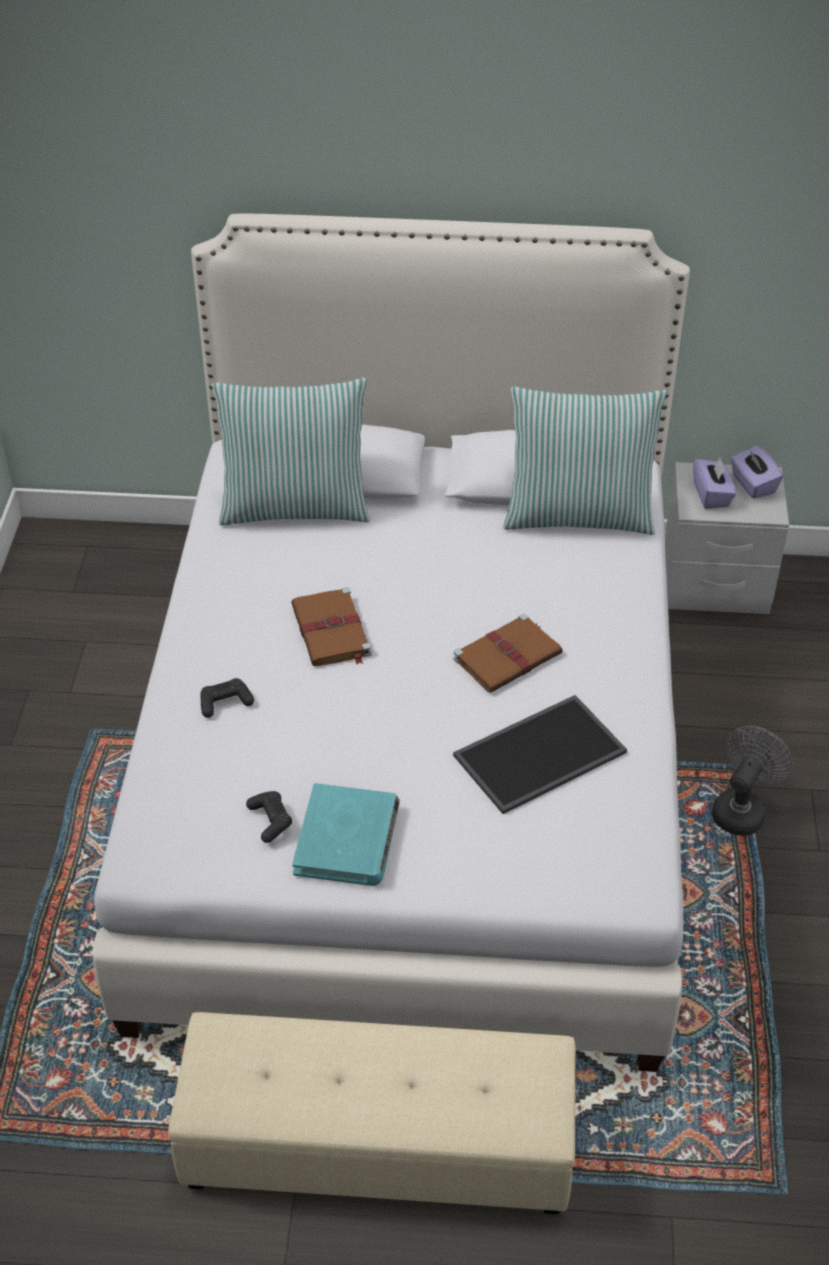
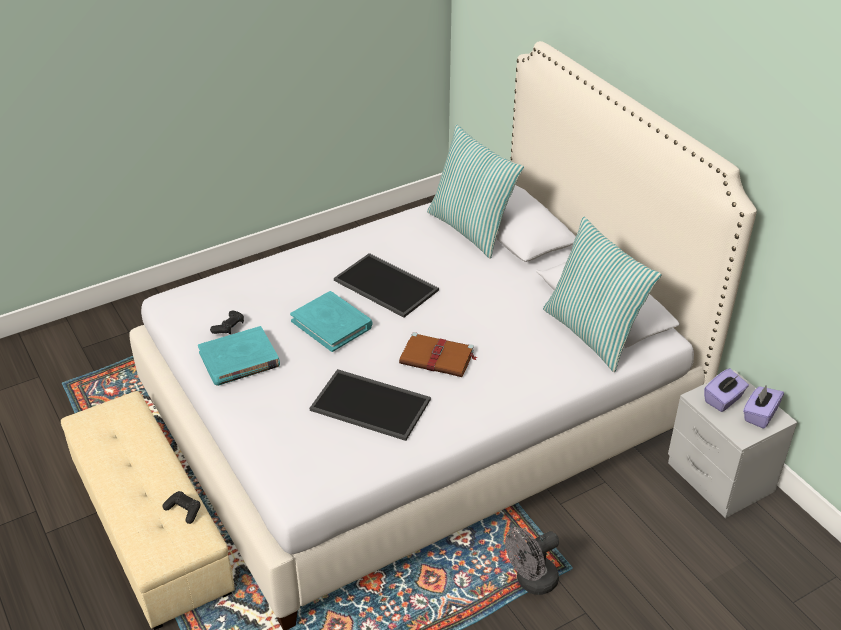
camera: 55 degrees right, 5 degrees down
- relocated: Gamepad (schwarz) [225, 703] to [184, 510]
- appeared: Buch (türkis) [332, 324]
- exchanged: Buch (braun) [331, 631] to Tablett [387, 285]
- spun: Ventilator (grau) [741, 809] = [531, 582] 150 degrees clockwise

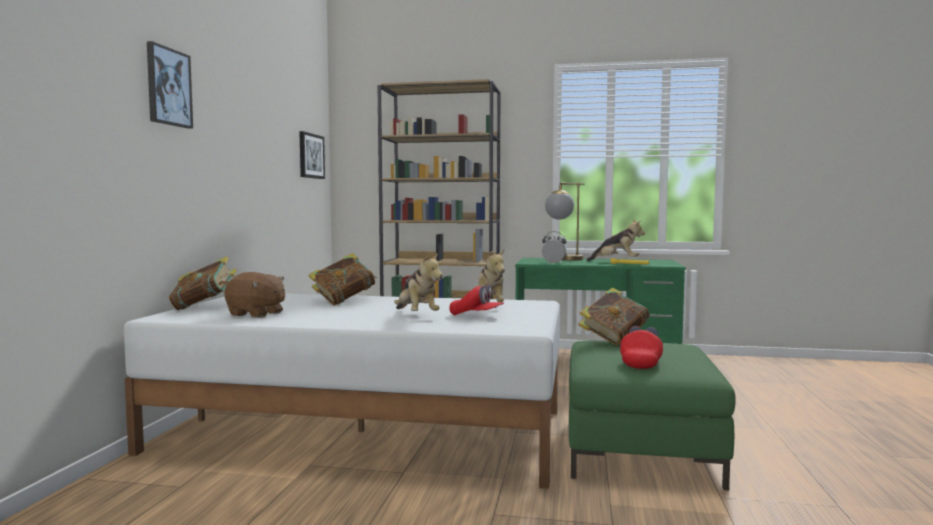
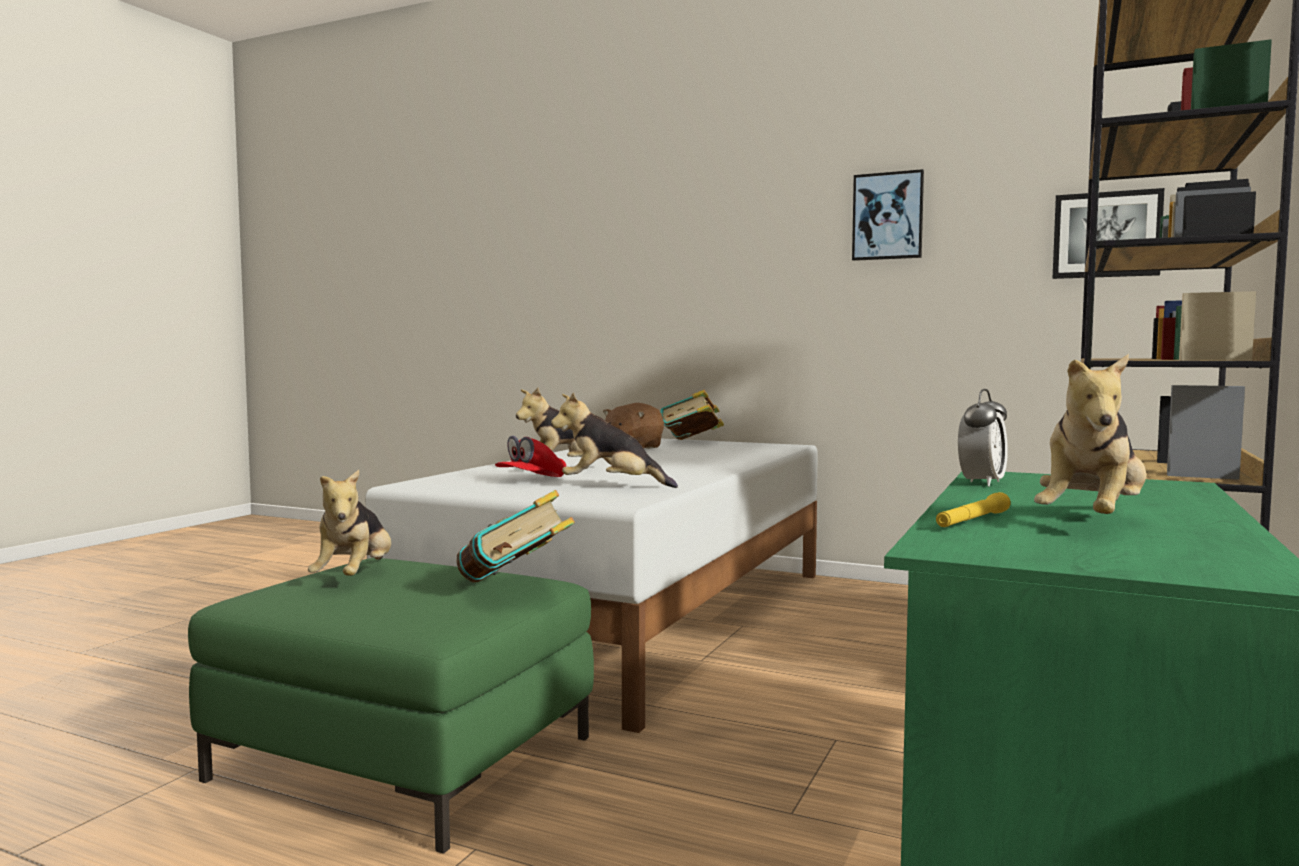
camera: 105 degrees right, 0 degrees up
- exchanged: Kappe (rot) [641, 362] to Plüschtier [355, 577]
- relocated: Bild [168, 87] to [888, 216]
- missing: Buch [343, 302]
- missing: Tischlampe [564, 259]

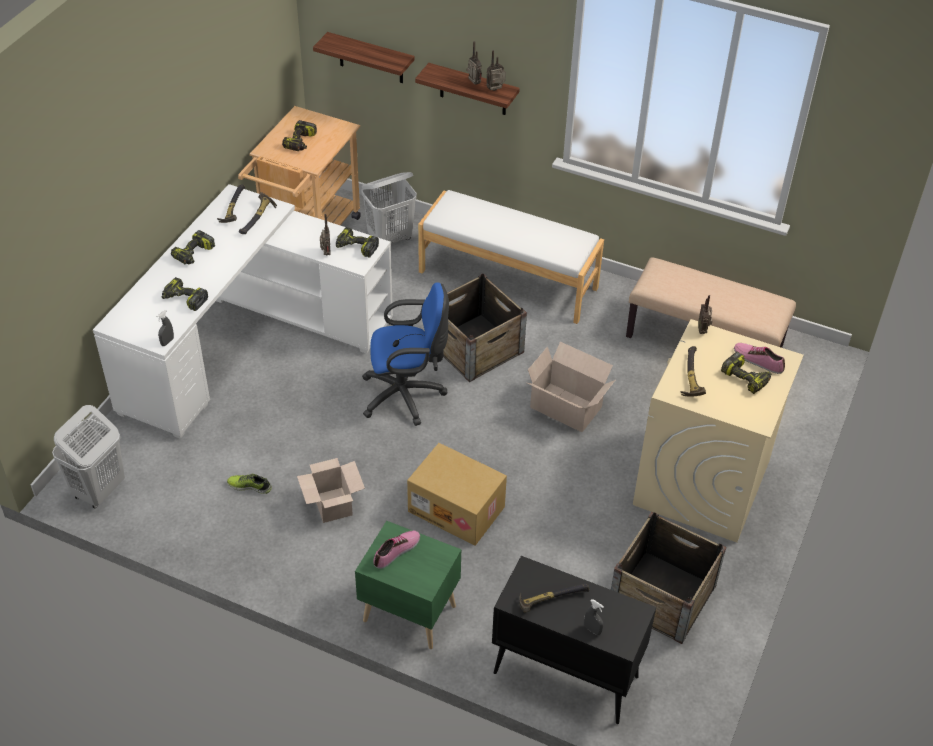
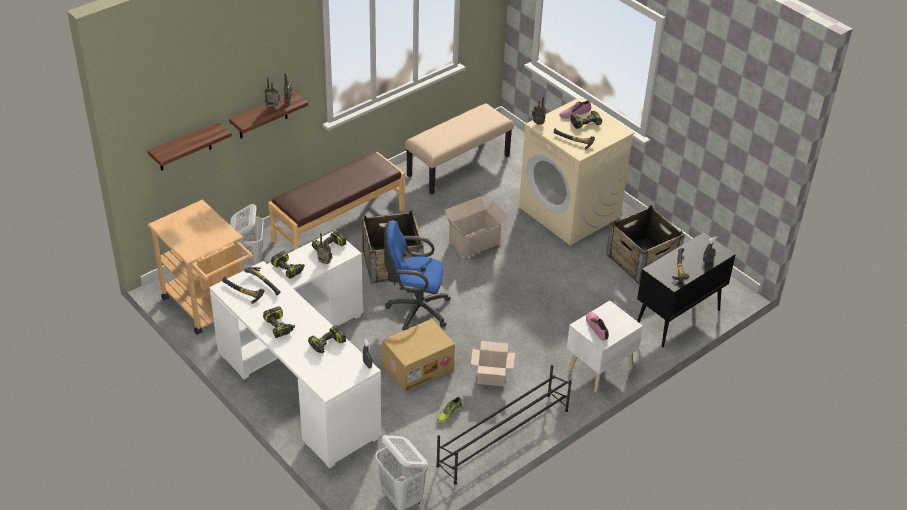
camera: 65 degrees left, 5 degrees down
- colour: Bank (weiß) [508, 279] to Bank (braun) [338, 225]
- relocated: Bohrmaschine [300, 142] to [288, 269]
- relocated: Karton [457, 508] to [418, 367]
- spun: Bürostuhl (blau) [407, 395] = [415, 310] 105 degrees counterclockwise
- appeared: Schuhregal (schwarz) [502, 438]
- colour: Nachttisch (grün) [409, 611] to Nachttisch (weiß) [598, 369]

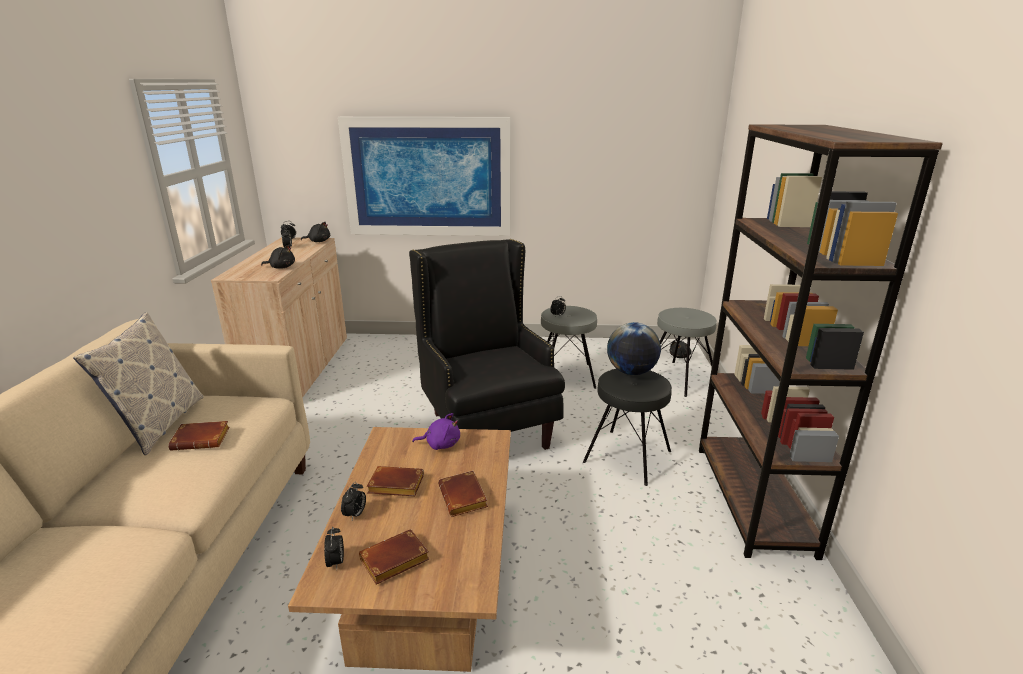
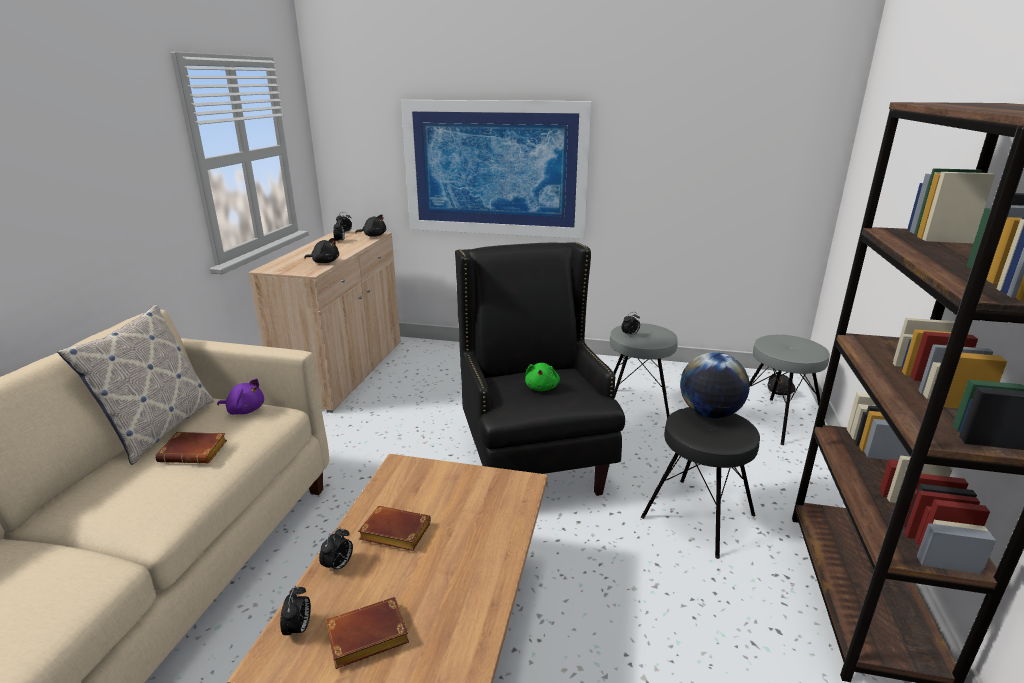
camera: 10 degrees right, 0 degrees up
- relocated: Plüschtier (lila) [440, 444] to [245, 410]
- appeared: Plüschtier (grün) [542, 387]
- missing: Buch (braun) [465, 498]

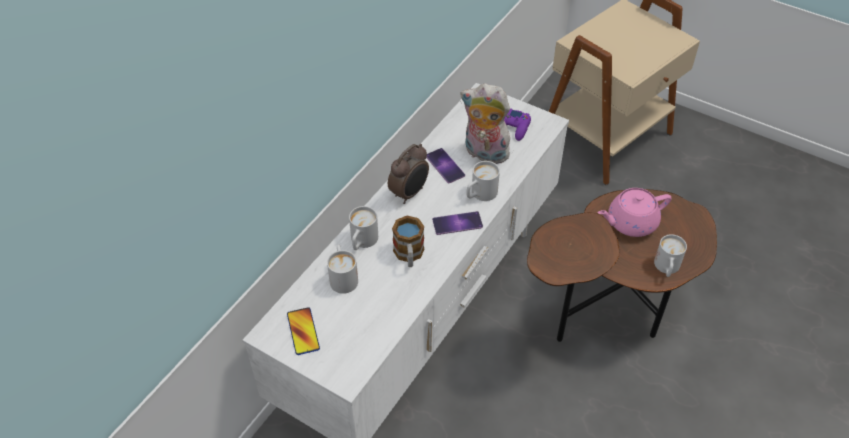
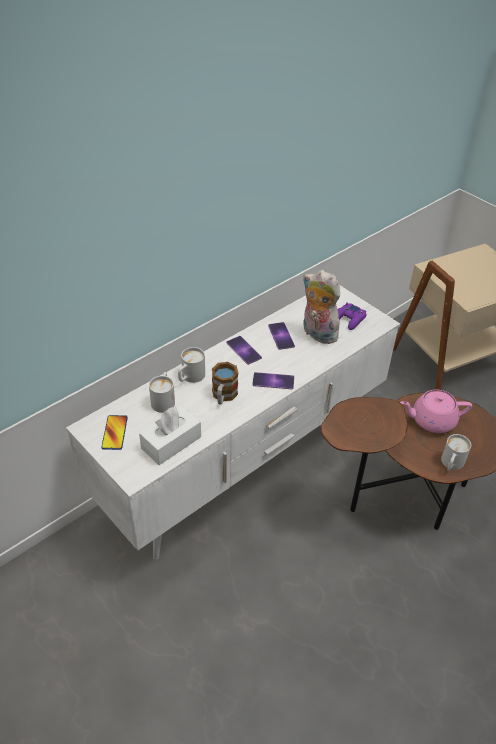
camera: 15 degrees right, 5 degrees down
- appeared: Taschentuchbox (weiß) [171, 442]
- exchanged: Wecker [409, 193] to Handy [243, 350]
- missing: Henkelbecher (weiß) [480, 194]

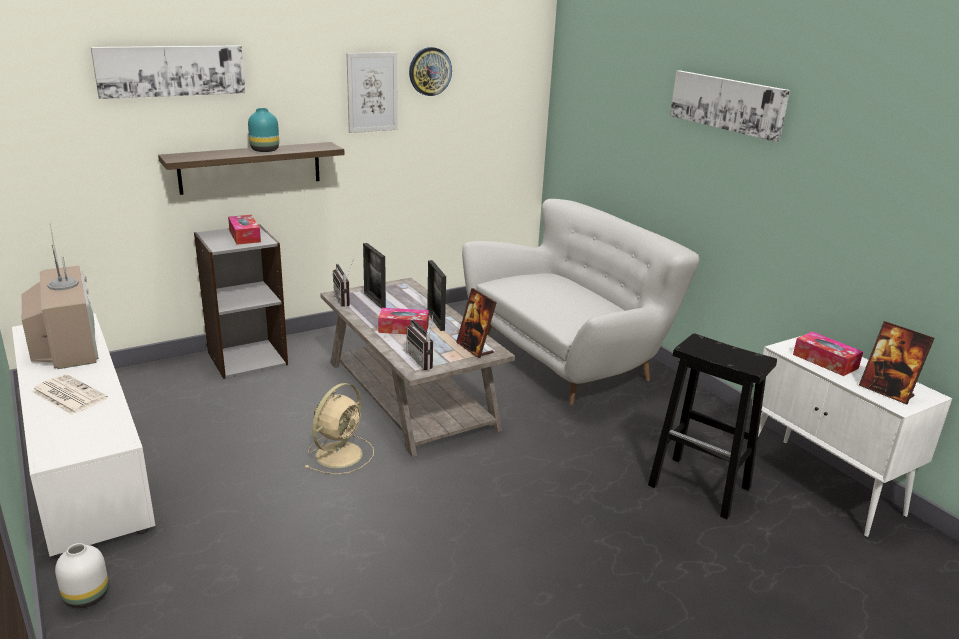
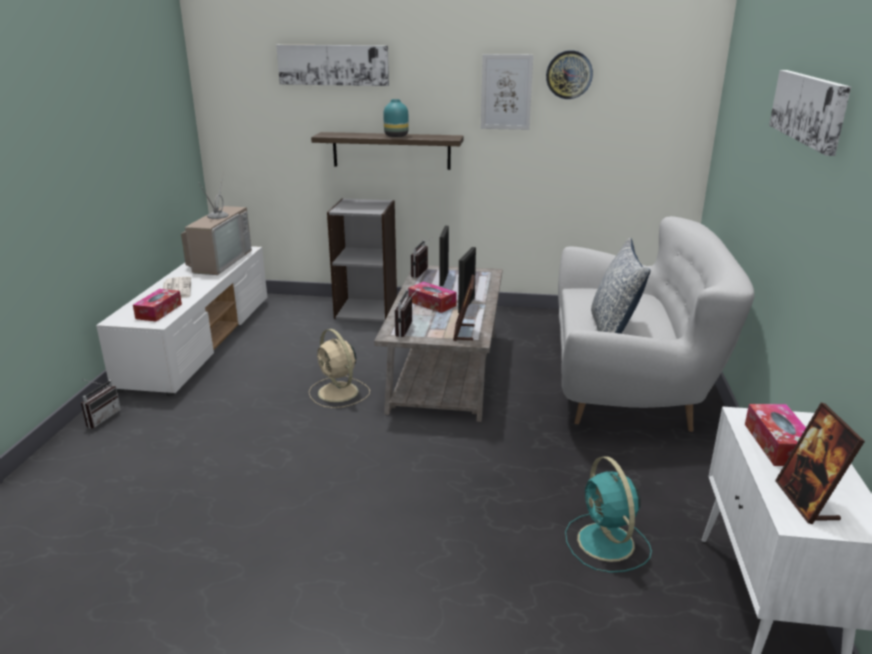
camera: 40 degrees right, 0 degrees up
- exchanged: Vase (weiß) [86, 596] to Radio [101, 418]
- relocated: Taschentuchbox [244, 236] to [159, 311]
- spun: Ventilator (beige) [340, 453] = [339, 393] 75 degrees clockwise
- exchanged: Hocker (schwarz) [701, 487] to Ventilator (türkis) [607, 543]
- appeared: Kissen [613, 330]

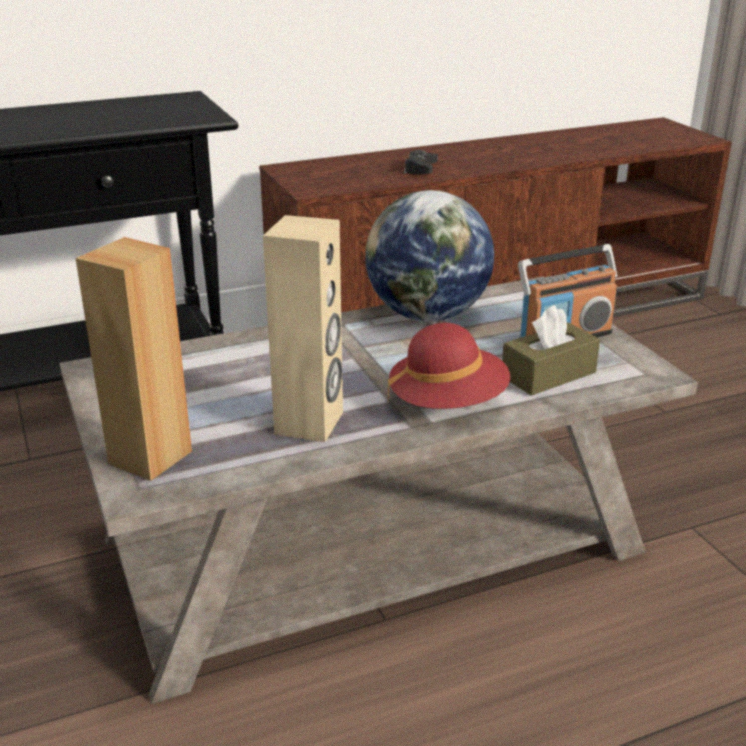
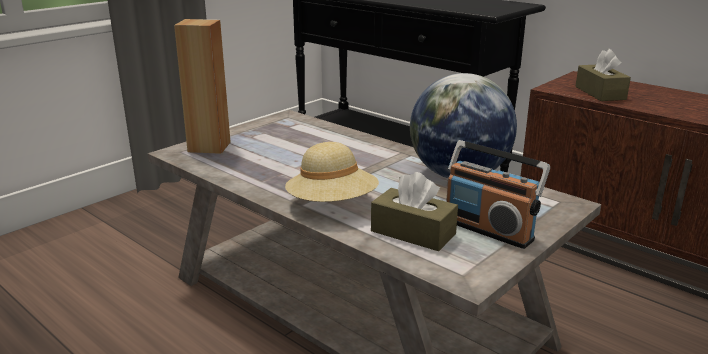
camera: 65 degrees right, 5 degrees down
- colour: Hut (rot) [447, 403] to Hut (beige) [332, 205]
- appeared: Taschentuchbox (braun) [600, 93]
- missing: Lautsprecher (beige) [310, 423]
- missing: Gamepad (schwarz) [420, 169]

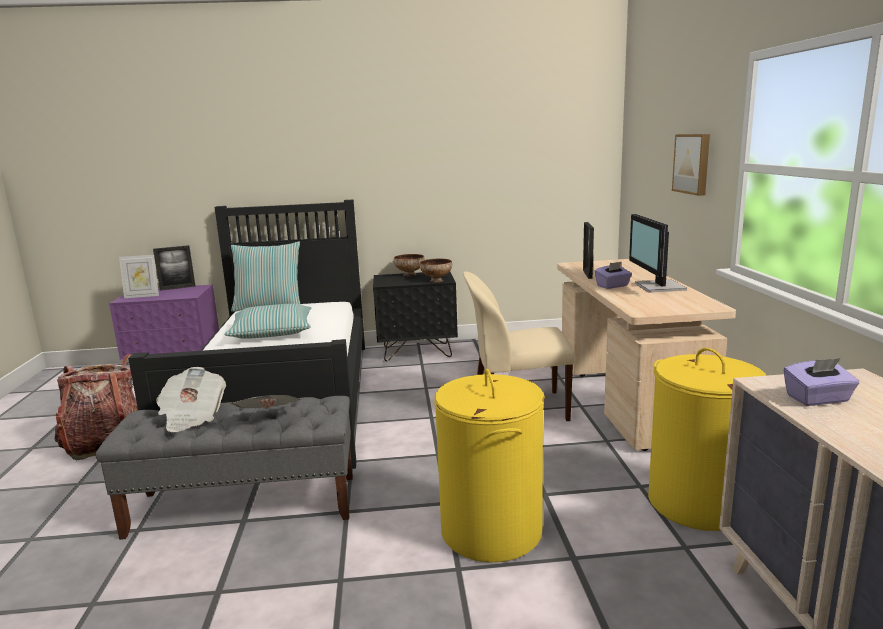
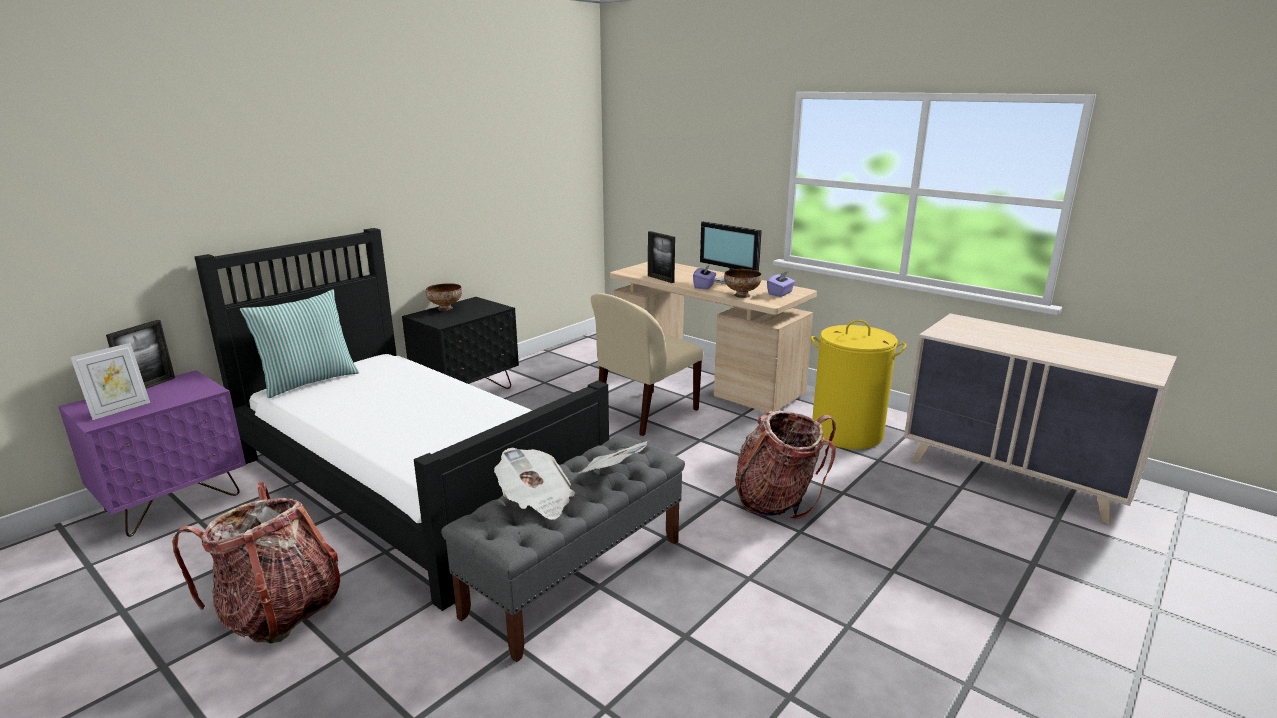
camera: 45 degrees left, 5 degrees up
- relocated: Schüssel [437, 280] to [742, 295]
- exchanged: Wäschekorb (gelb) [491, 531] to Rucksack [778, 500]
- relocated: Taschentuchbox (lila) [818, 399] to [780, 293]
- missing: Kissen [272, 332]
- missing: Bild [693, 163]

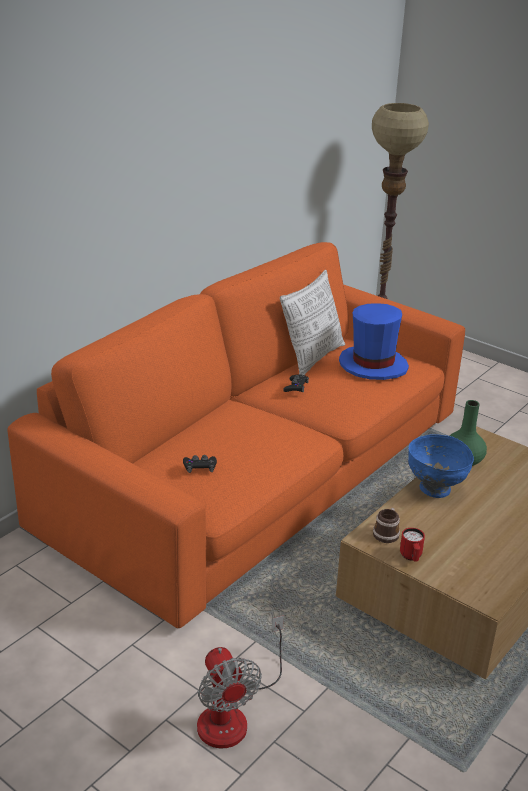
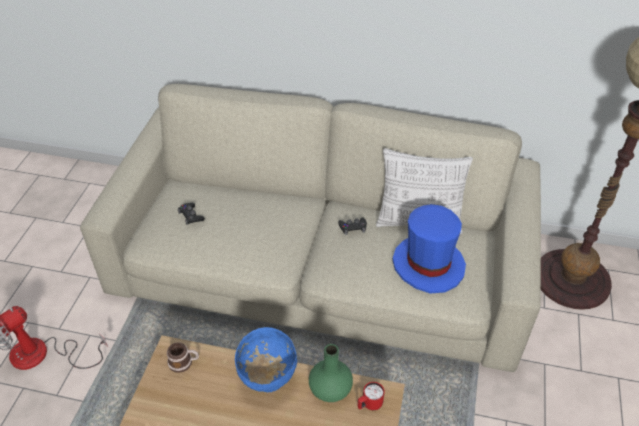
camera: 65 degrees right, 15 degrees up
- colour: Sofa (orange) [260, 471] to Sofa (beige) [319, 266]
- relocated: Henkelbecher (rot) [411, 557] to [369, 404]

